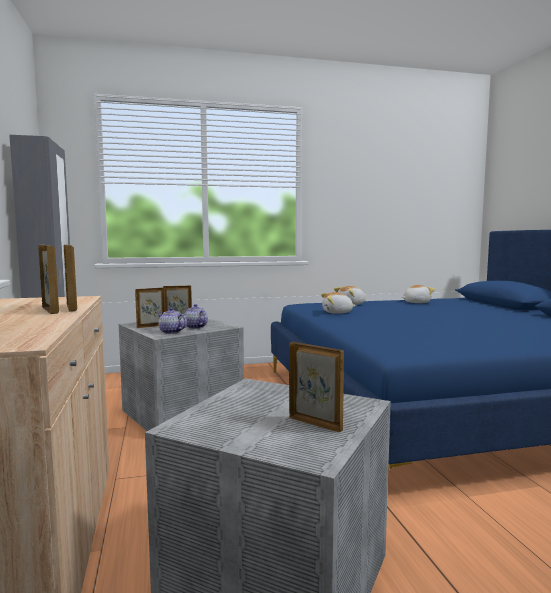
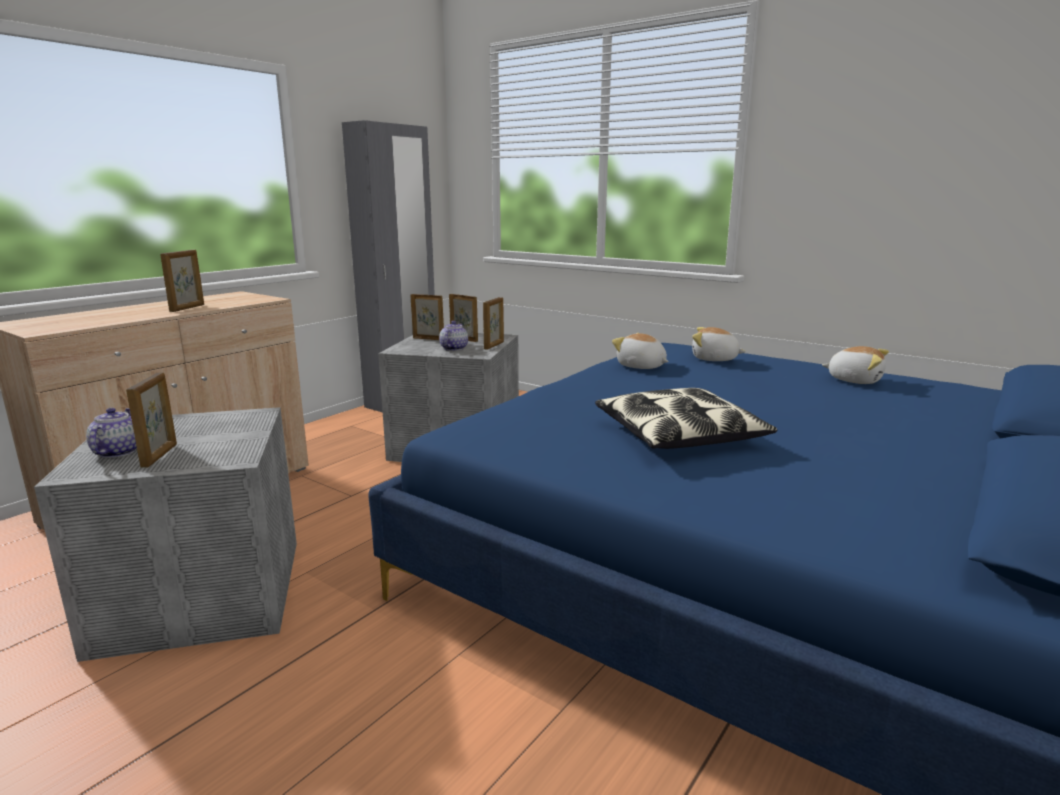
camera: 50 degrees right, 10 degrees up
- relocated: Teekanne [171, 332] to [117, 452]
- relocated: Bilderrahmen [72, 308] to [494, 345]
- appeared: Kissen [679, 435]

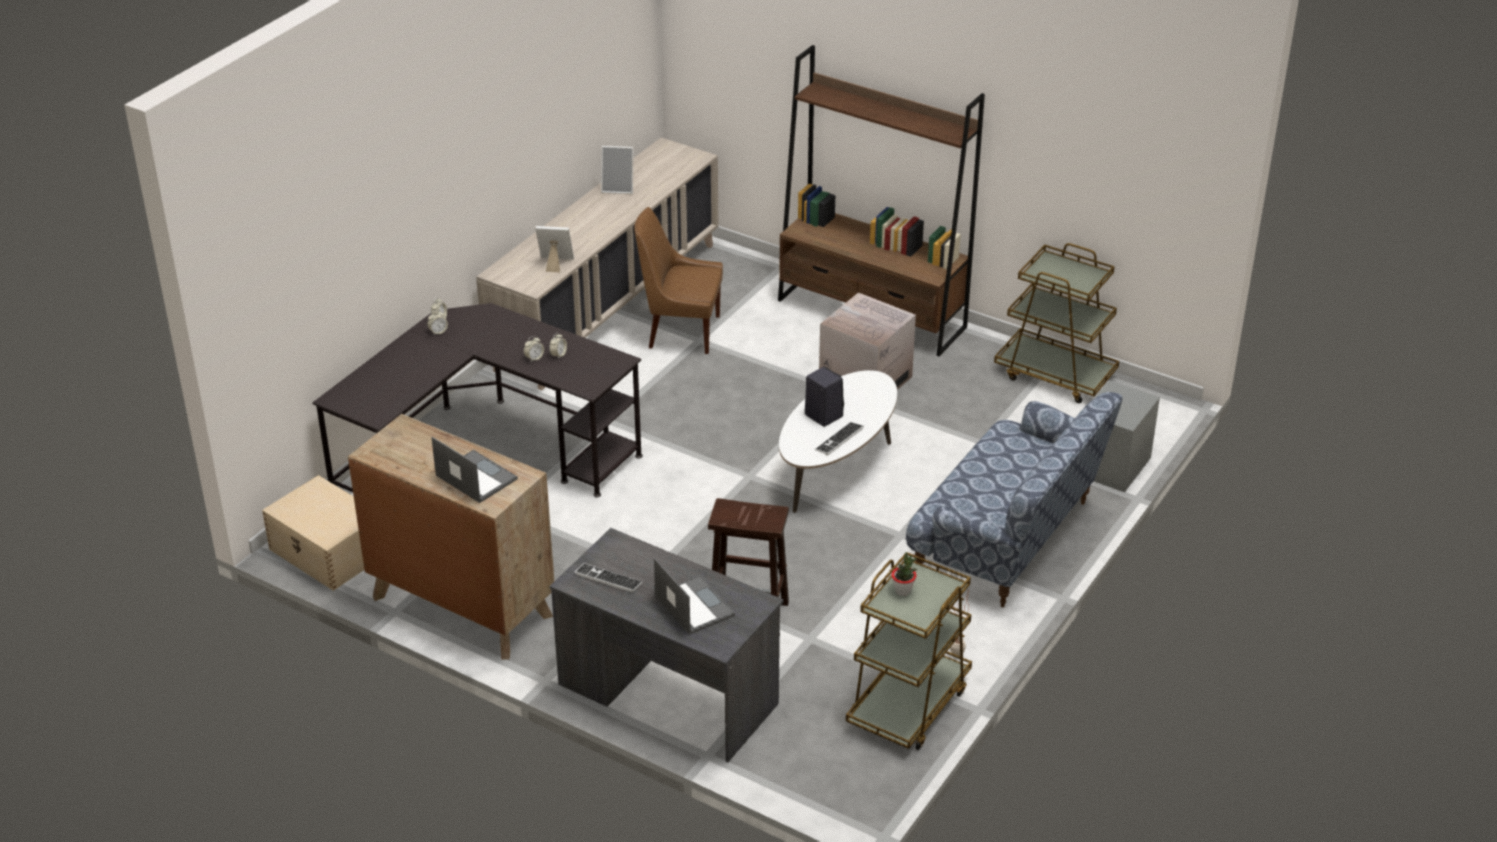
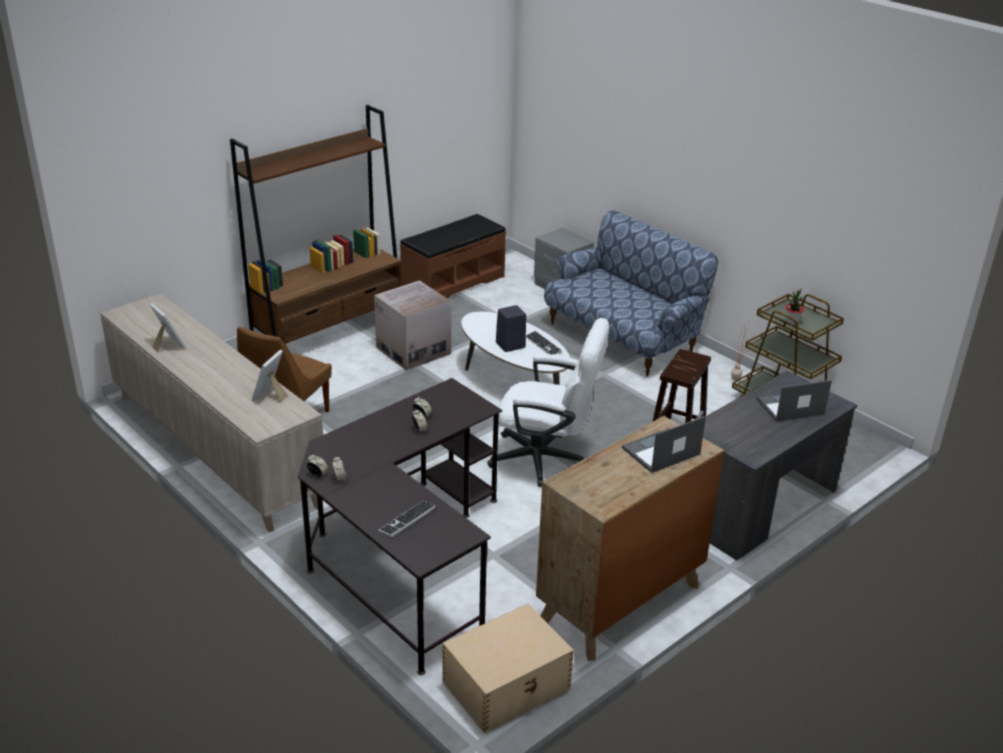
camera: 75 degrees left, 5 degrees down
- spun: Bilderrahmen [618, 188] = [168, 345] 60 degrees counterclockwise
- relocated: Tastatur [608, 579] to [407, 520]
- exchanged: Rollwagen (braun) [1055, 375] to Bank (braun) [453, 282]
- appeared: Bürostuhl (weiß) [546, 460]

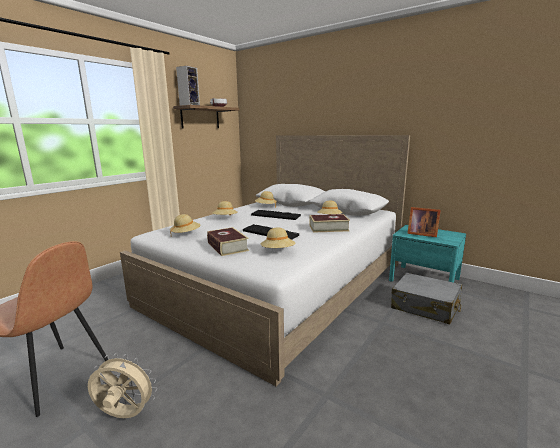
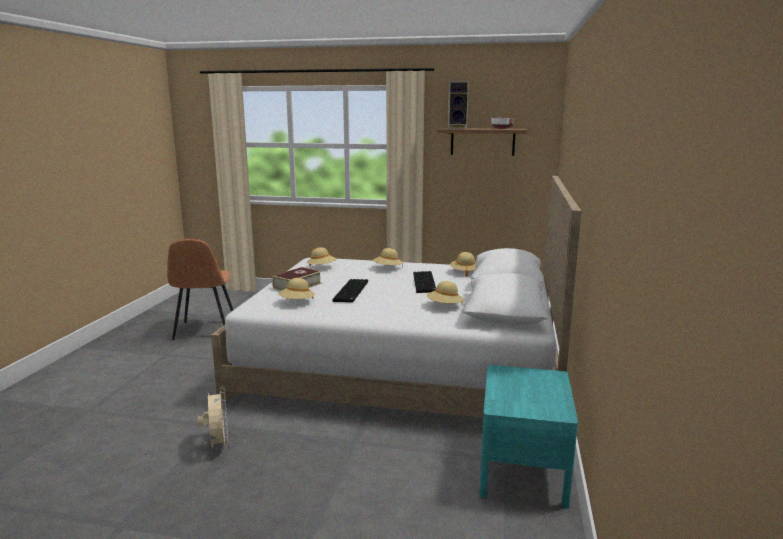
camera: 65 degrees right, 0 degrees up
- relocated: Ventilator (beige) [124, 416] to [218, 445]
- missing: Buch [328, 228]
- missing: Koffer (grau) [425, 307]
- missing: Bilderrahmen [421, 234]

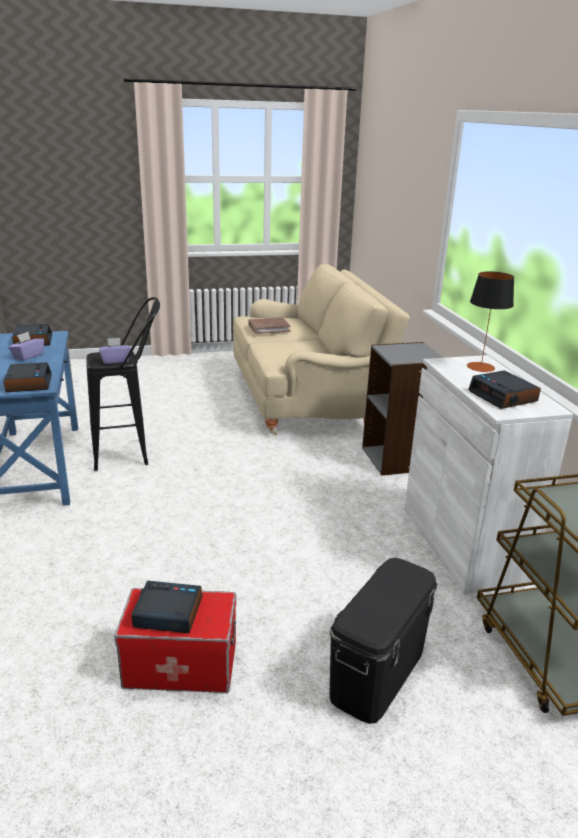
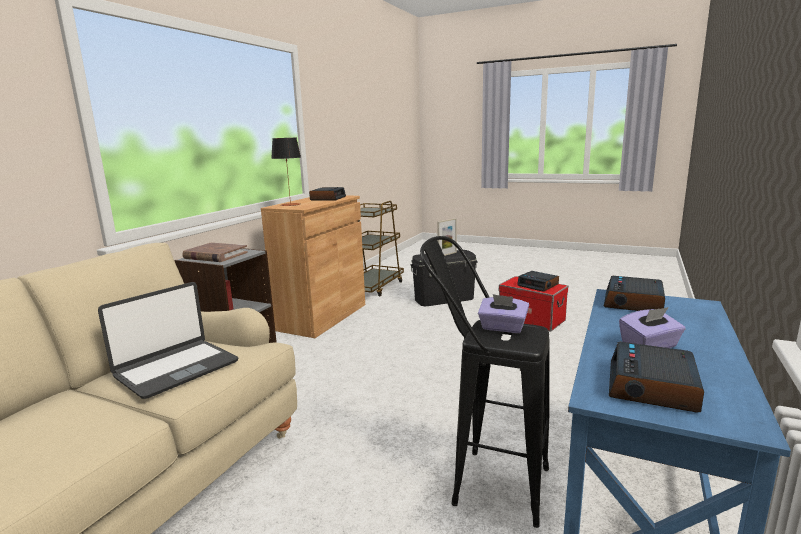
camera: 140 degrees left, 10 degrees down
- appeared: Laptop [176, 369]
- relocated: Buch (braun) [269, 328] to [215, 255]
- colour: Schrank (weiß) [463, 544] to Schrank (braun) [322, 317]
- appeared: Bilderrahmen [447, 254]

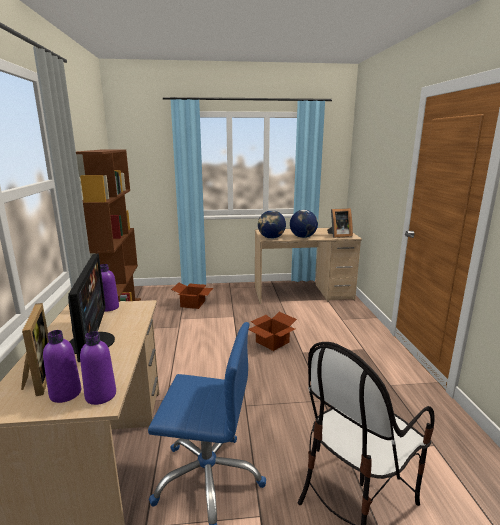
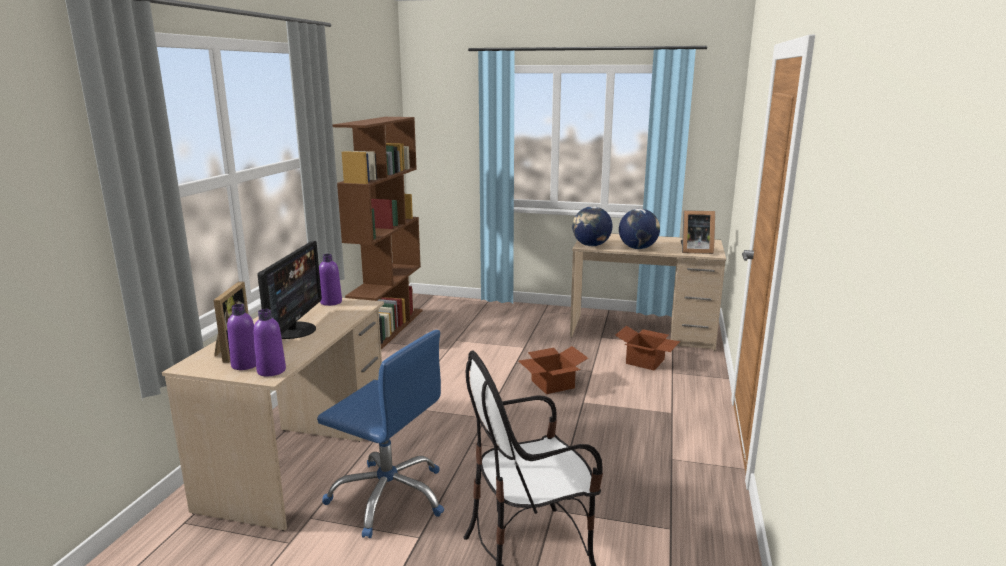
camera: 20 degrees right, 0 degrees up
- relocated: Karton [193, 304] to [646, 362]

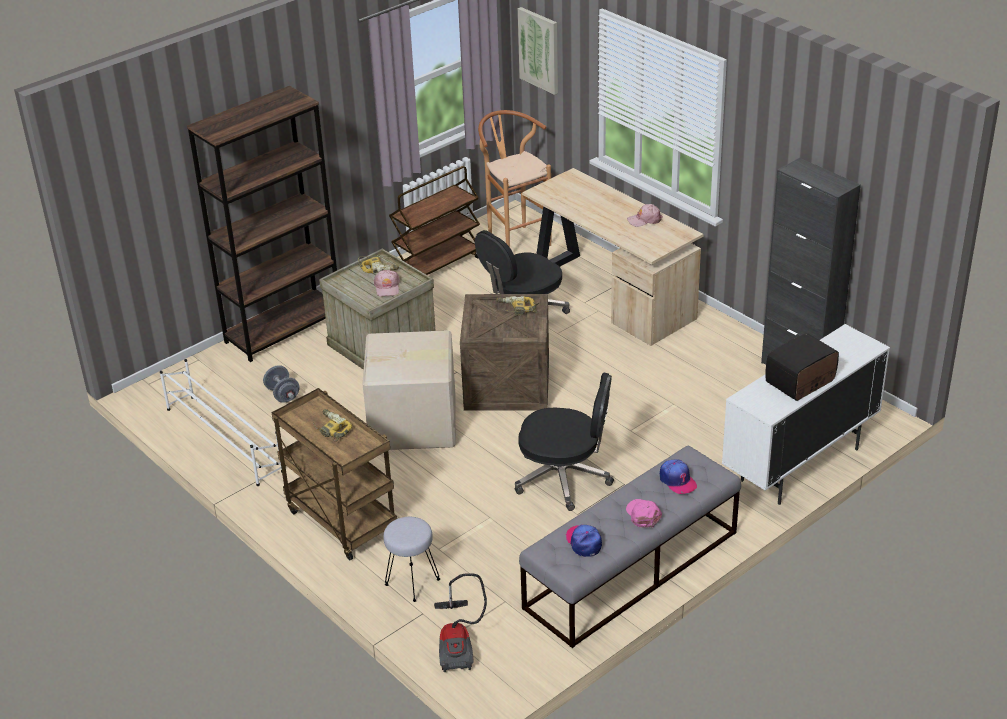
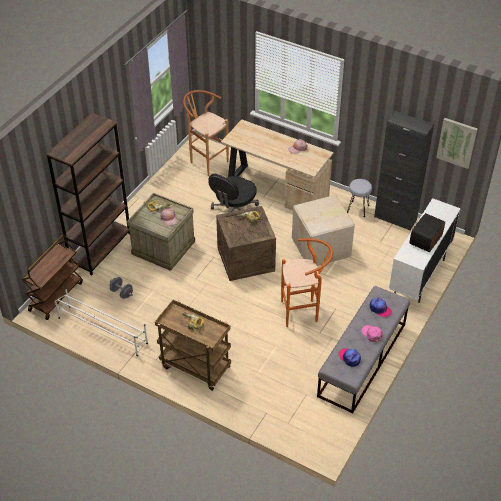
camera: 20 degrees left, 10 degrees up
- relocated: Rollwagen (braun) [437, 265] to [56, 296]
- exchanged: Bürostuhl (schwarz) [564, 478] to Hocker (orange) [303, 312]
- relocated: Karton [414, 424] to [322, 247]
- relocated: Hocker (grau) [412, 582] to [358, 209]
- relocated: Bild [539, 50] to [457, 142]
- missing: Staubsauger [458, 644]

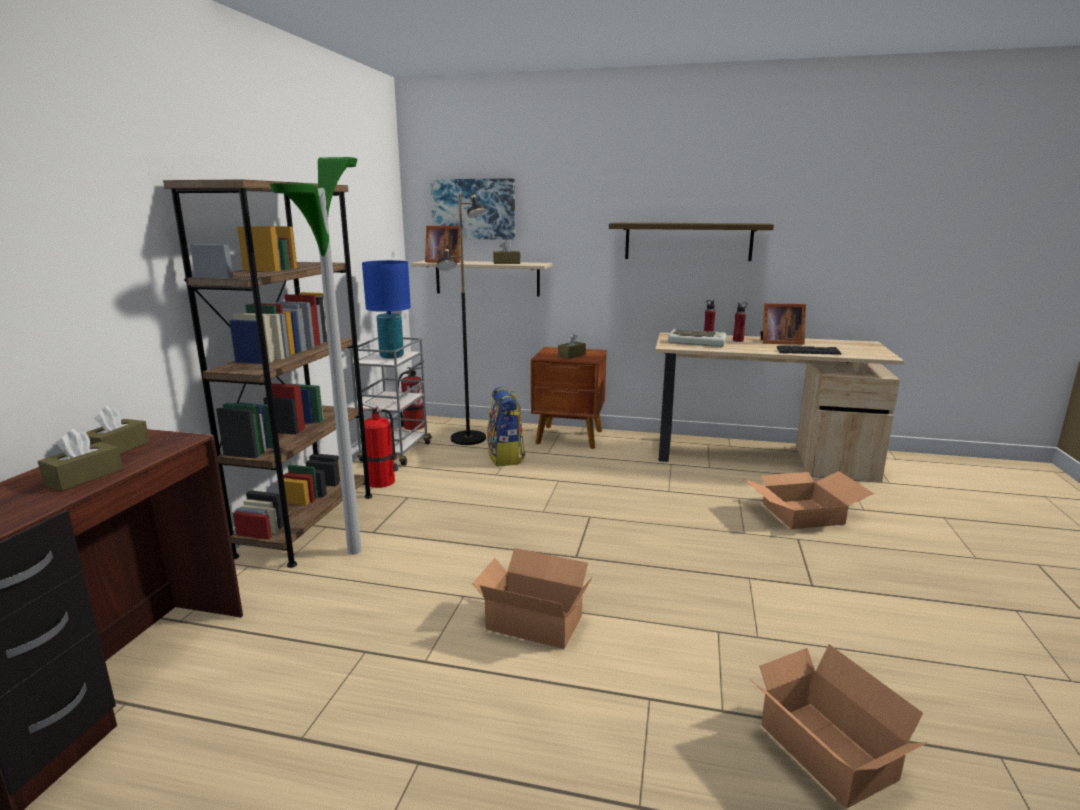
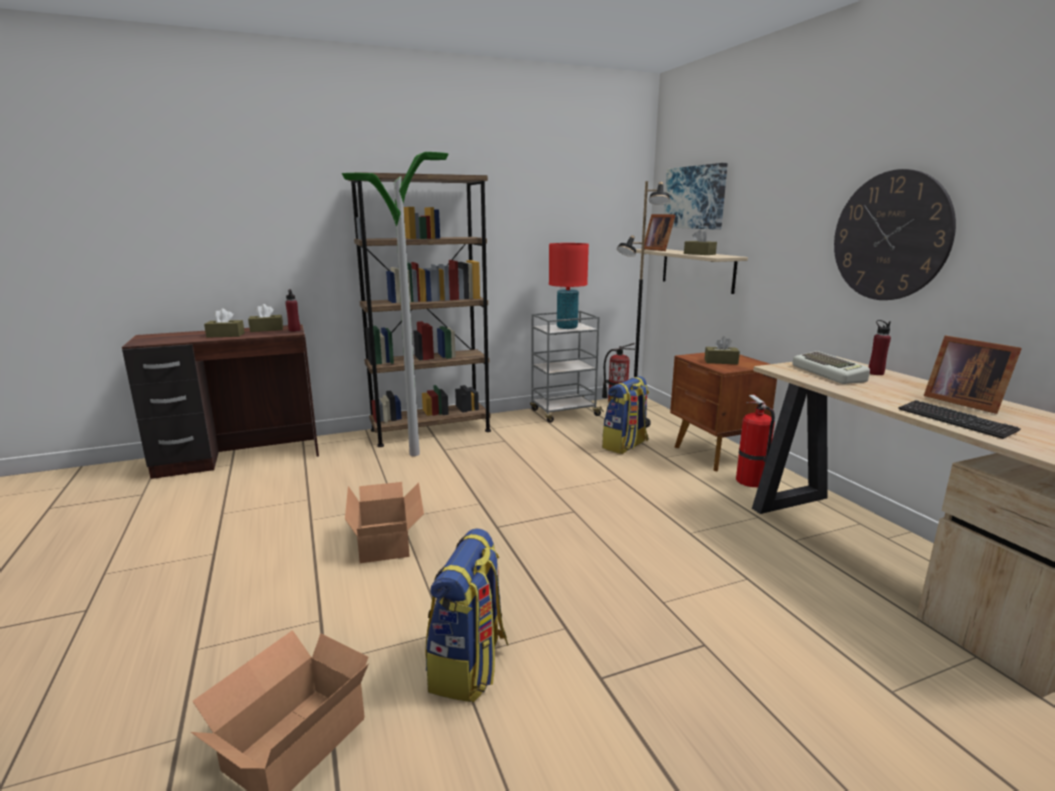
camera: 55 degrees right, 0 degrees up
- relocated: Flasche (rot) [738, 340] to [294, 330]
- appeared: Rucksack [469, 667]
- colour: Tischlampe (blau) [391, 356] to Tischlampe (rot) [567, 327]
- relocated: Feuerlöscher [382, 482] to [752, 481]
- exchanged: Wandregal [688, 241] to Wanduhr [890, 236]
- missing: Karton [802, 514]

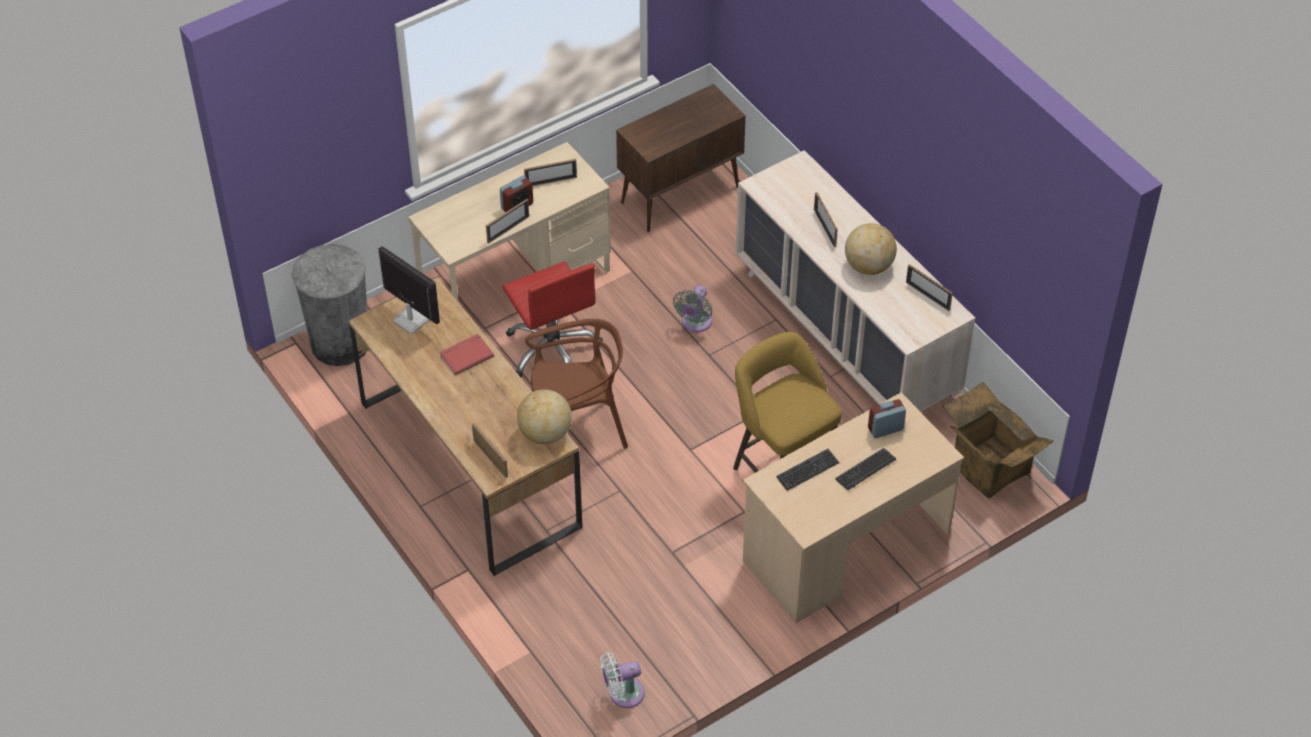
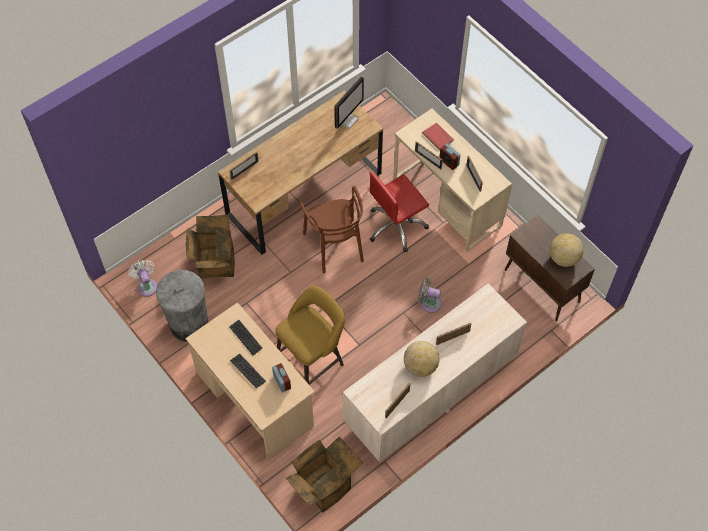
camera: 85 degrees right, 10 degrees up
- relocated: Mülleimer (grau) [340, 343] to [189, 324]
- appeared: Karton [214, 262]
- relocated: Buch (rot) [465, 355] to [438, 136]
- relocated: Globus [545, 433] to [563, 258]

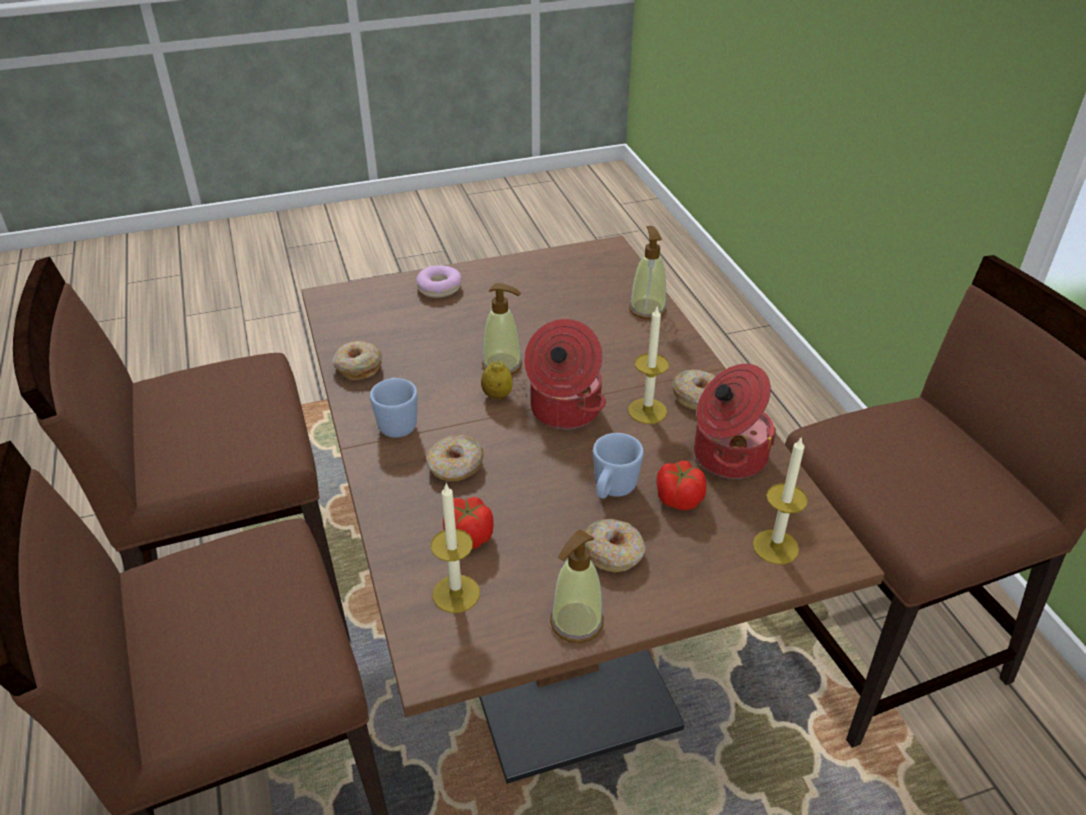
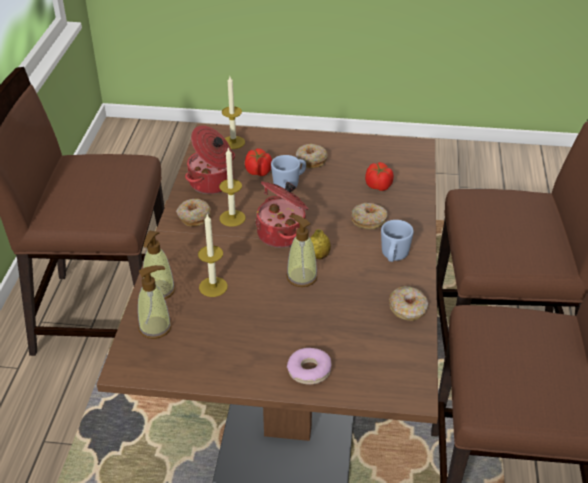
camera: 155 degrees left, 0 degrees up
- relocated: Seifenspender [576, 622] to [155, 327]
- relocated: Kerze [456, 593] to [213, 287]

